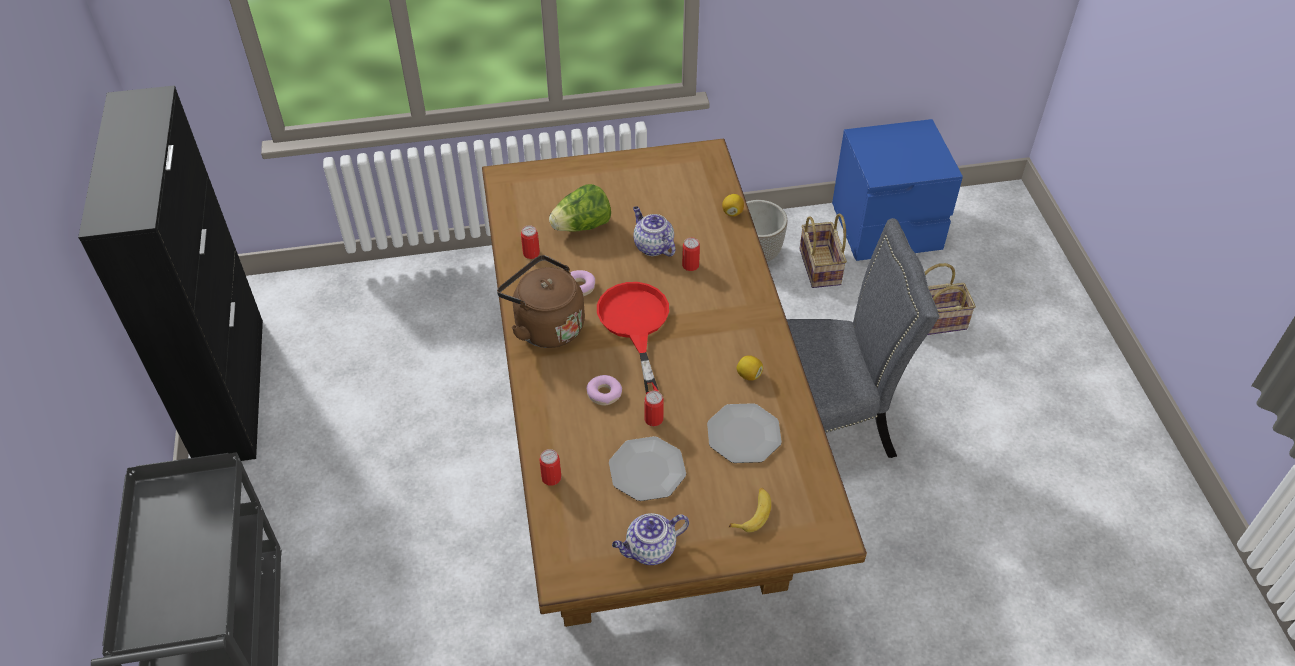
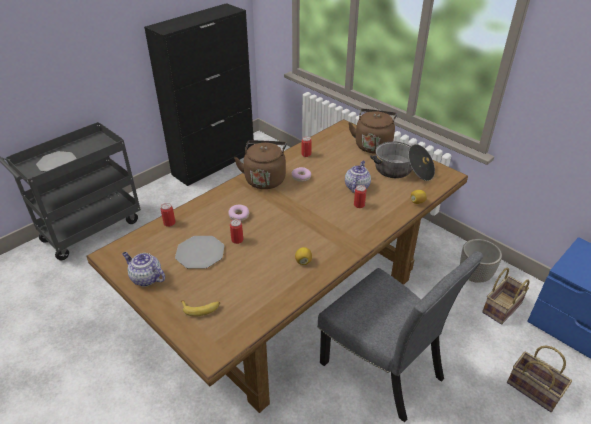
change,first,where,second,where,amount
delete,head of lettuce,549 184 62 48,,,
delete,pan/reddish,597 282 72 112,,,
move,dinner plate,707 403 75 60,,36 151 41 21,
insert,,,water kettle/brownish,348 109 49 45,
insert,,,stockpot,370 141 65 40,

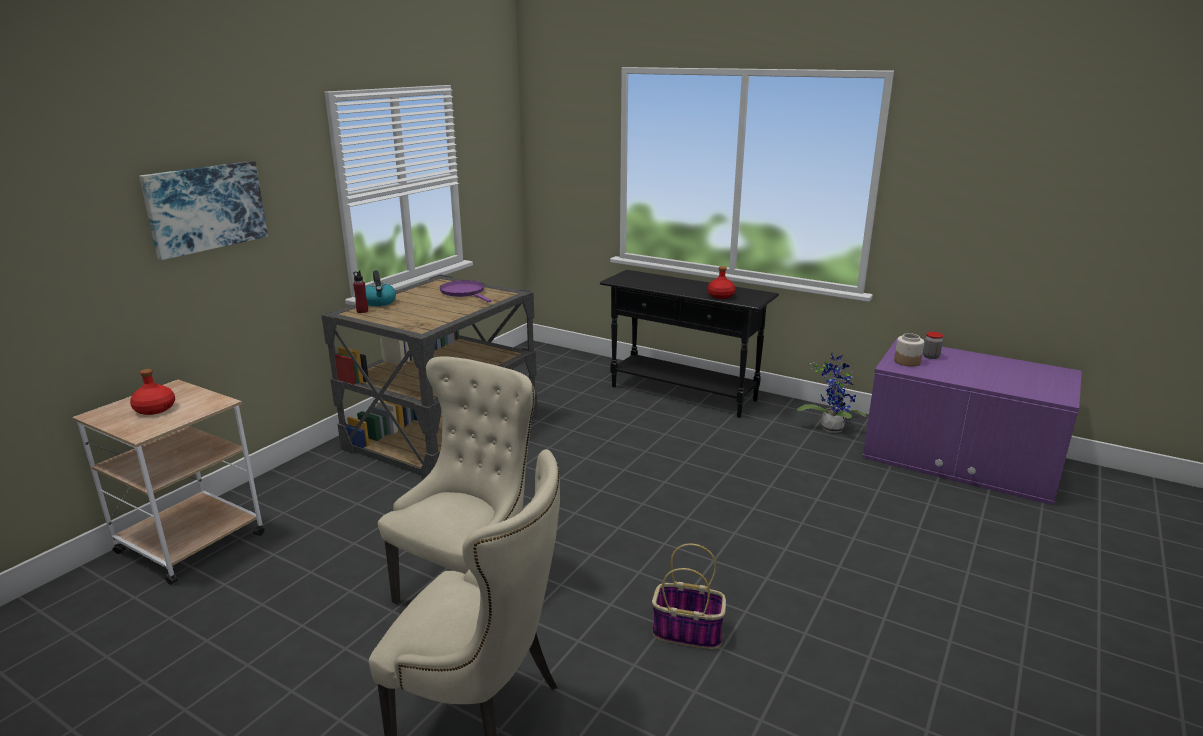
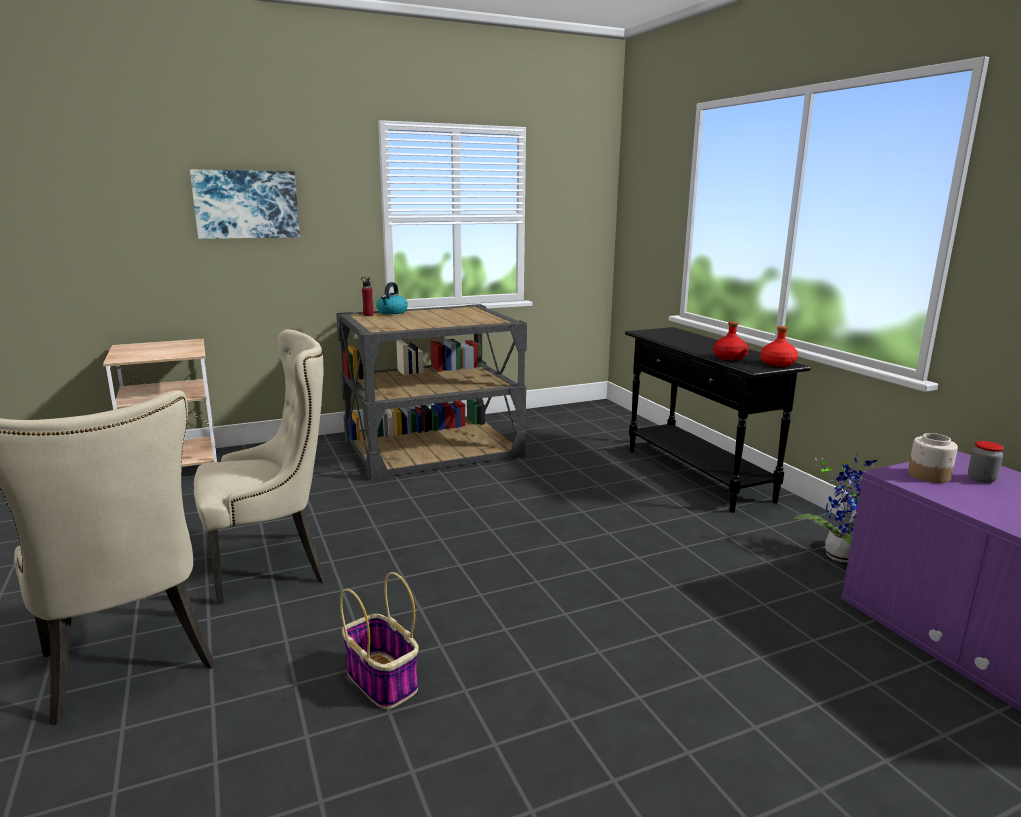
change,first,where,second,where,amount
move,beverage bottle/reddish,130 369 45 46,,761 326 37 41,
delete,pan/purple-coloured,439 280 52 22,,,

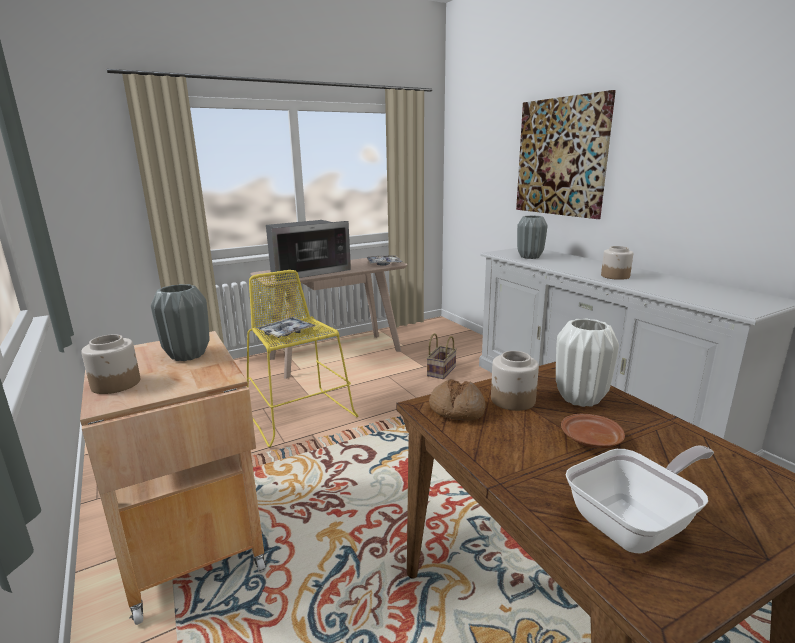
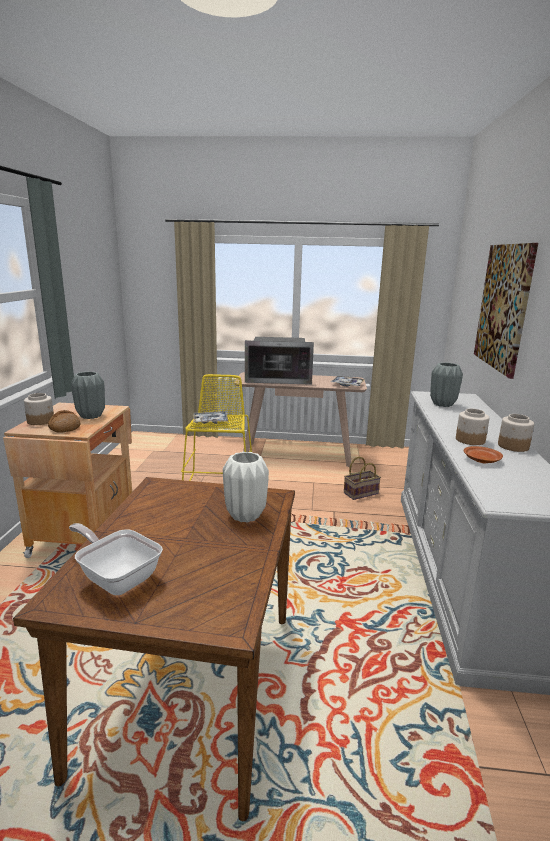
change,first,where,second,where,amount
move,baked bread,429 379 57 42,,48 410 32 23,
move,jar,491 351 48 60,,498 414 36 38,
move,dinner plate/brownish,561 414 64 34,,464 446 39 17,
rotate,pan,566 445 148 109,,69 523 94 72,150 degrees counterclockwise

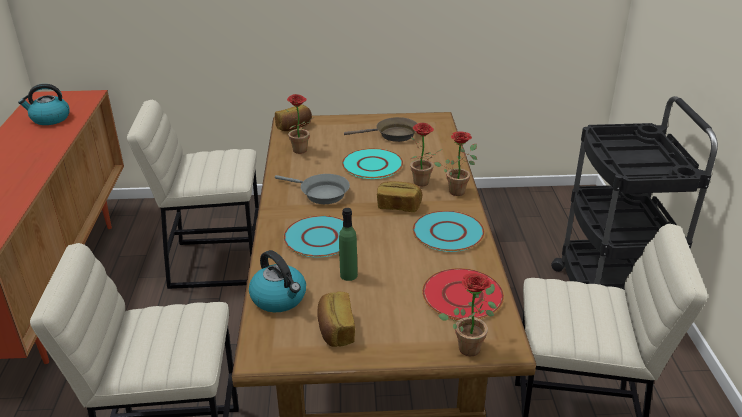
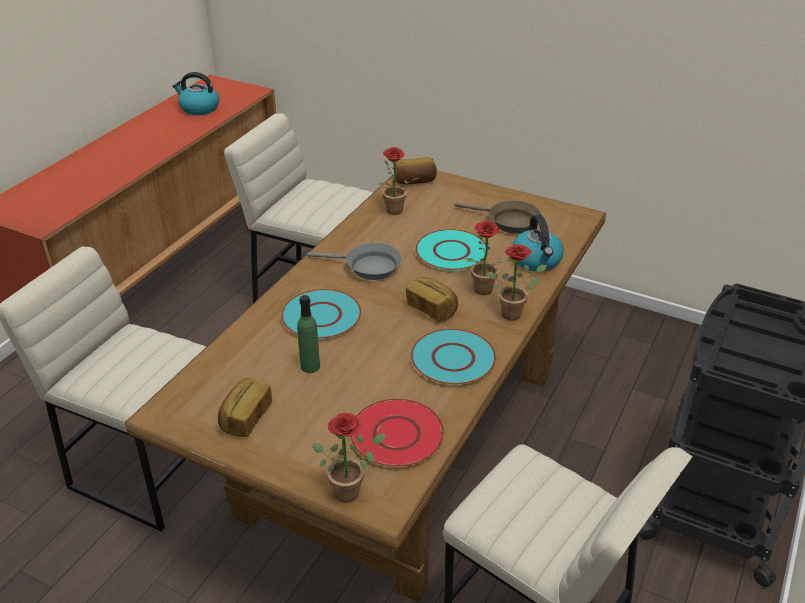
change,first,where,second,where,amount
move,water kettle,249 250 57 62,,512 215 52 57,
rotate,pan/grey,275 174 75 30,,307 243 95 37,45 degrees counterclockwise

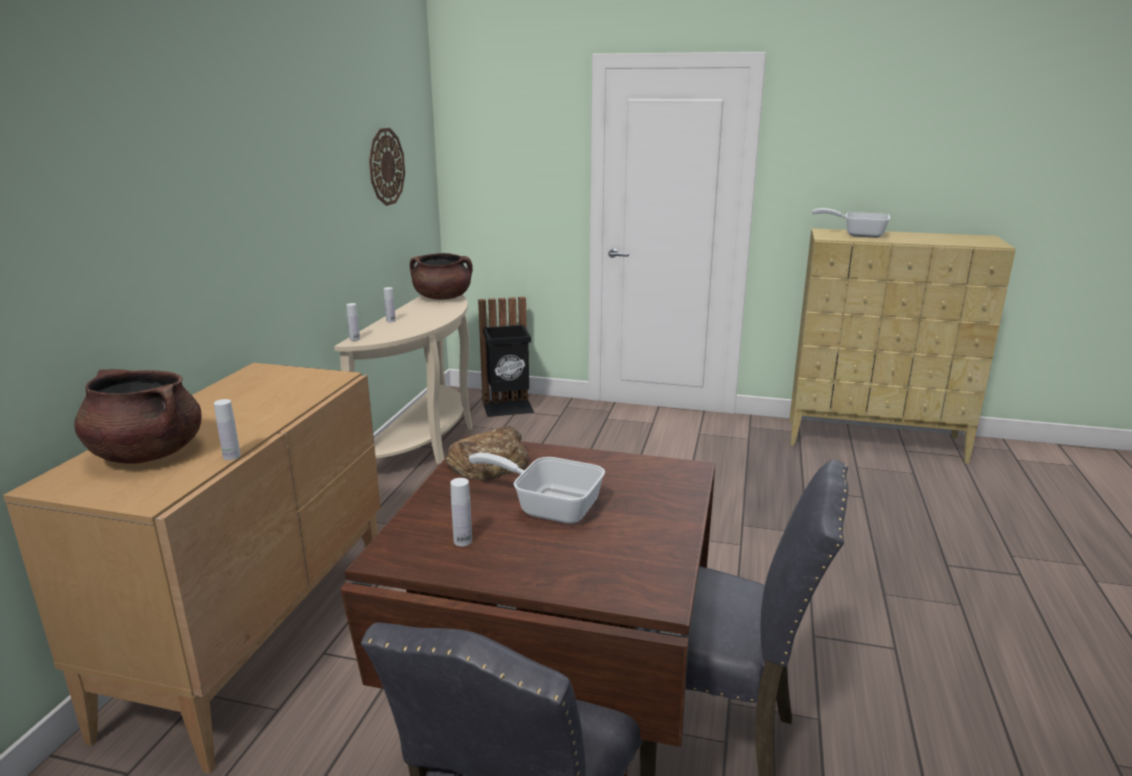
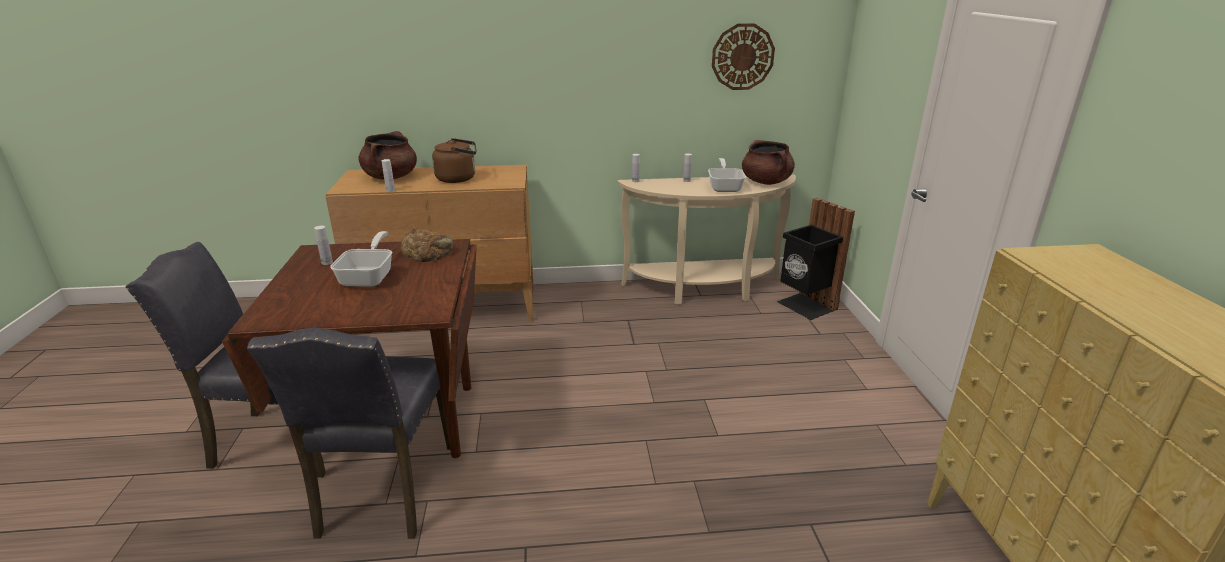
change,first,where,second,where,amount
move,pan,812 208 78 30,,708 158 38 34,
insert,,,water kettle/brownish,432 138 44 45,

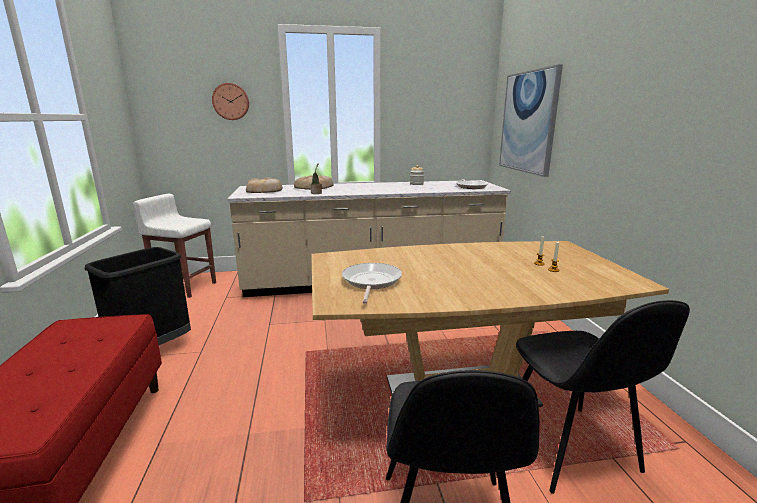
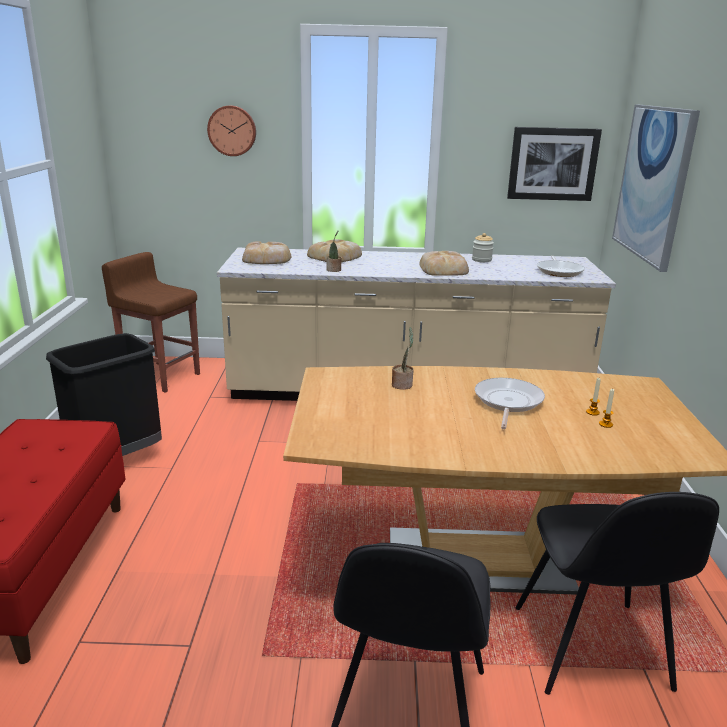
change,first,where,second,where,amount
recolor,stool/white,132 194 84 104,stool/brownish,102 252 98 141,
move,pan,342 263 60 41,,475 378 70 51,
insert,,,potted plant,392 327 22 63,
insert,,,baked bread,419 251 50 25,
insert,,,wall picture,507 127 95 74,

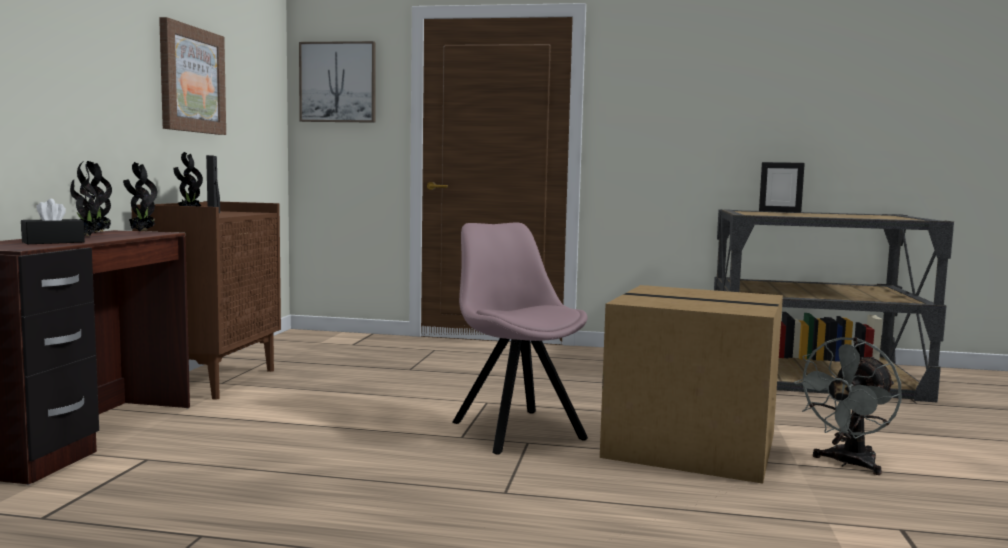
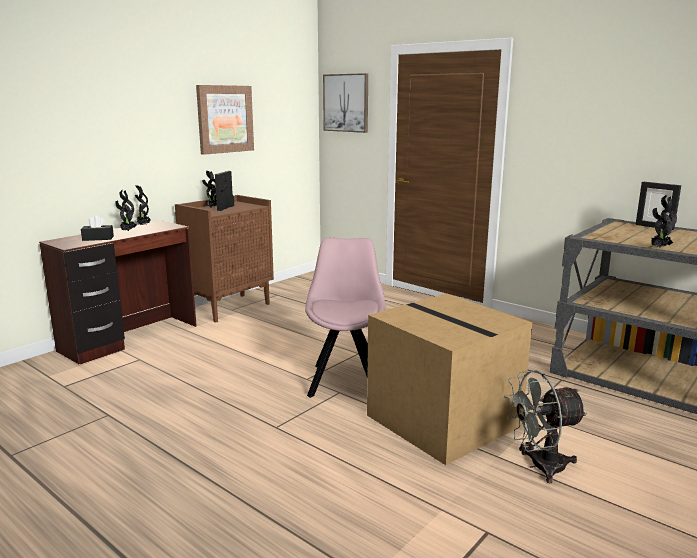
change,first,where,second,where,amount
move,potted plant,123 162 35 70,,652 195 25 53,

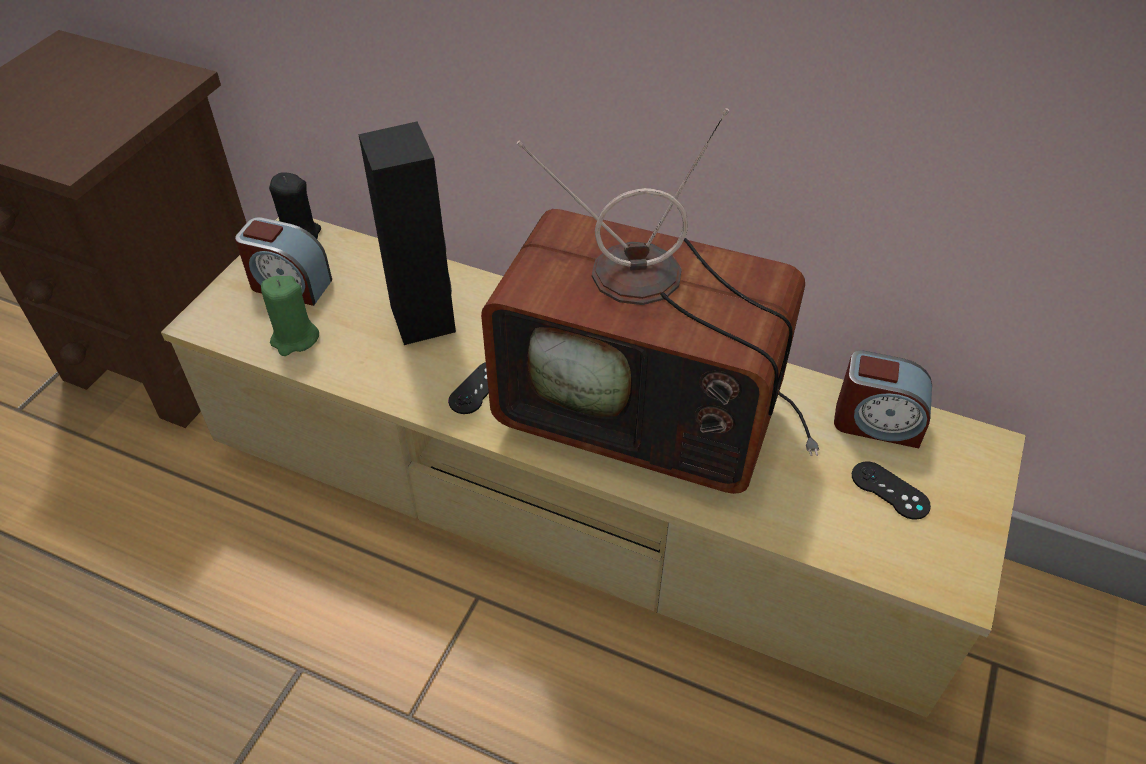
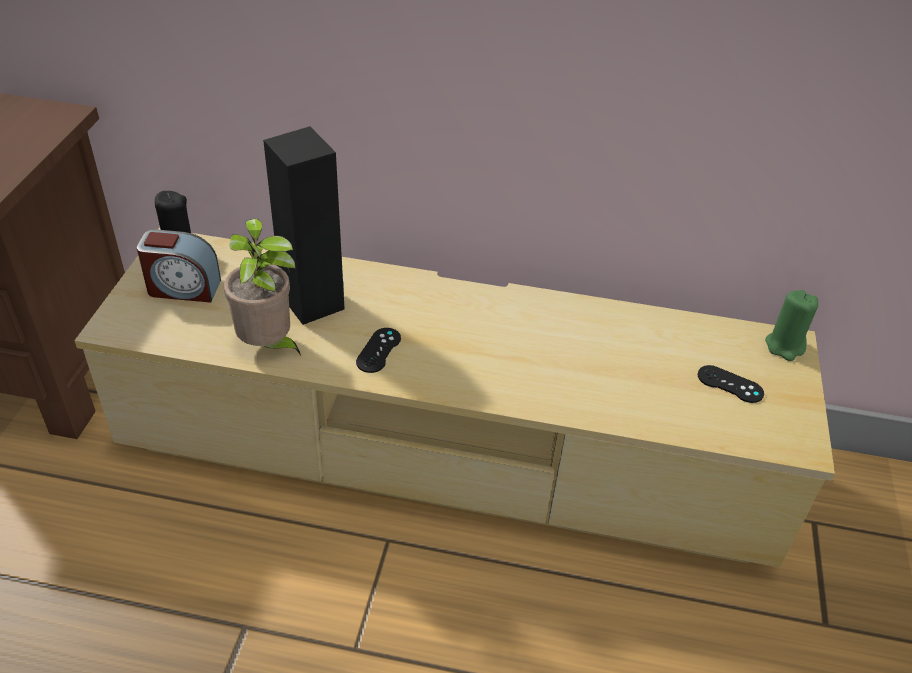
change,first,where,second,where,amount
move,wax light/green-coloured,261 276 58 80,,765 290 53 71,
delete,television,481 108 338 386,,,
delete,alarm clock,834 350 98 98,,,
insert,,,potted plant,224 219 77 136,

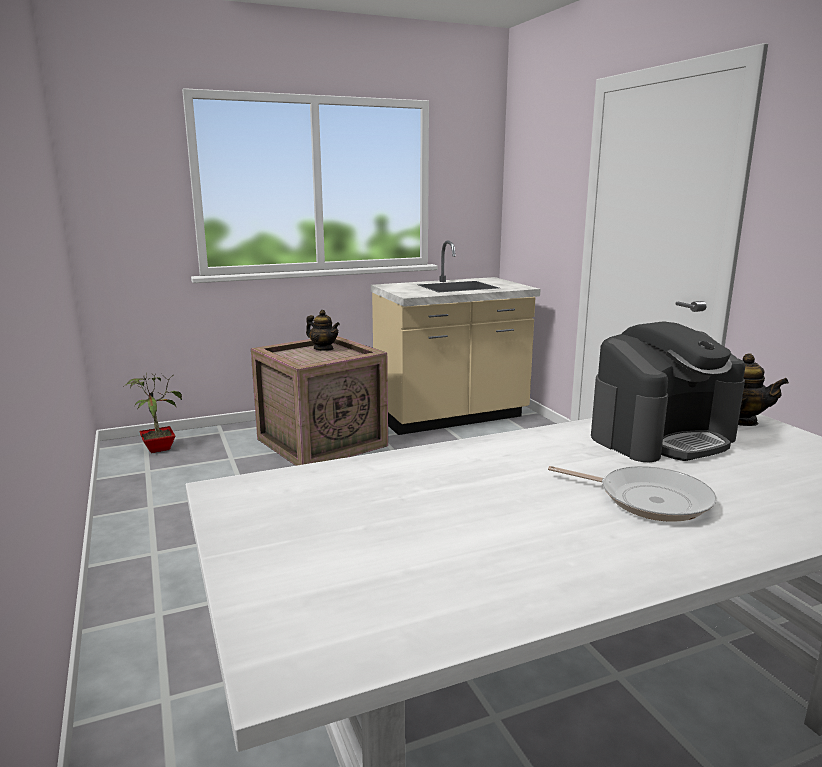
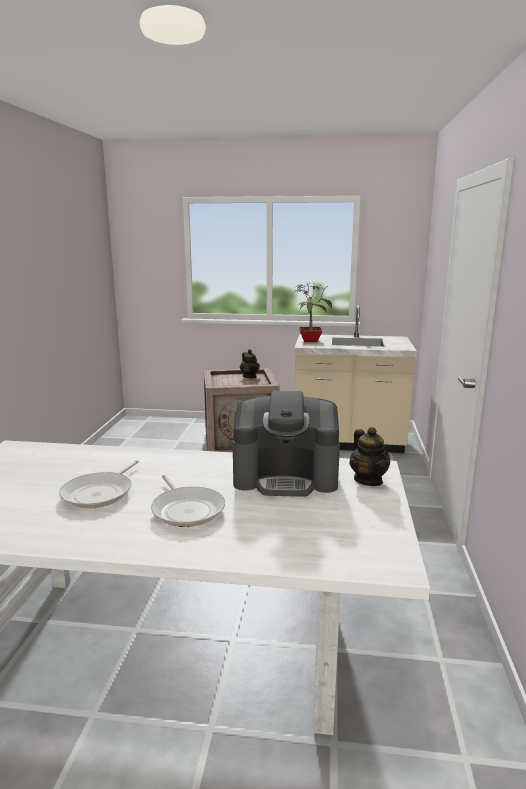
change,first,where,second,where,amount
move,potted plant,123 373 59 80,,293 281 39 61,
insert,,,pan,59 460 80 49,

